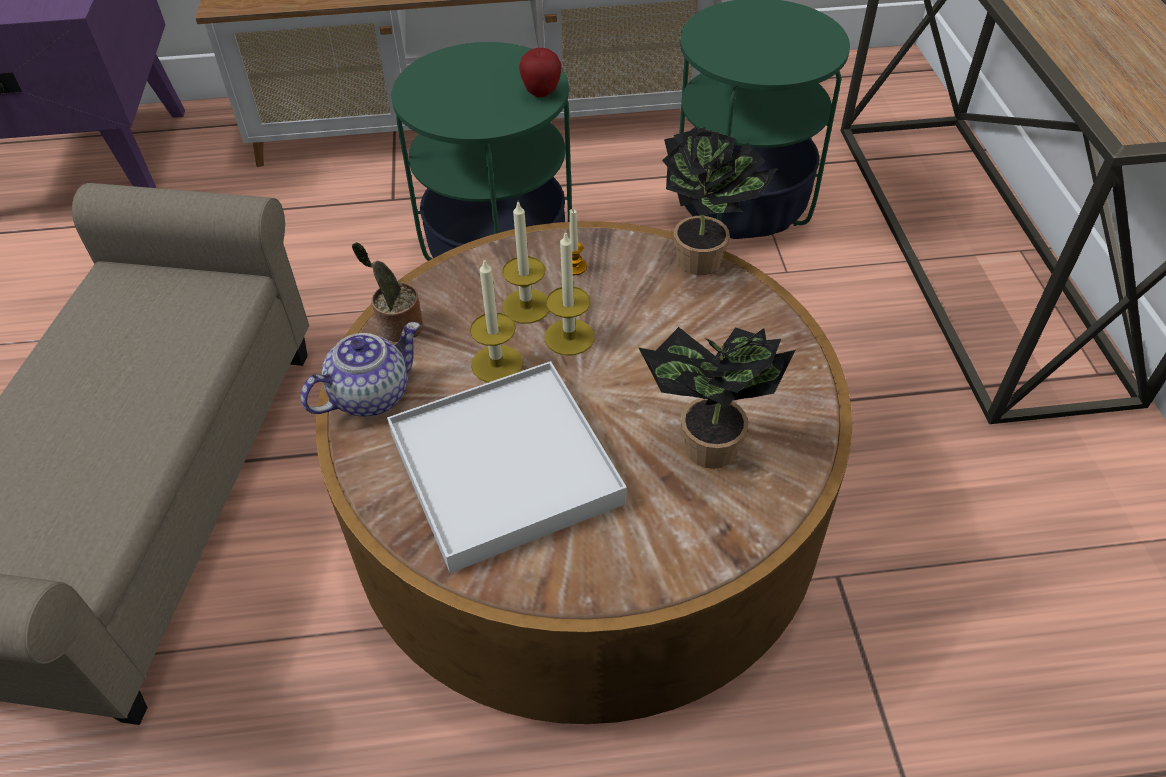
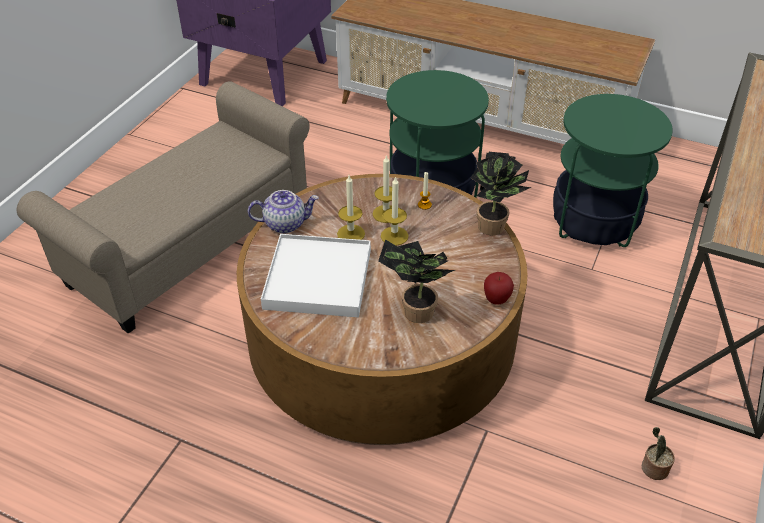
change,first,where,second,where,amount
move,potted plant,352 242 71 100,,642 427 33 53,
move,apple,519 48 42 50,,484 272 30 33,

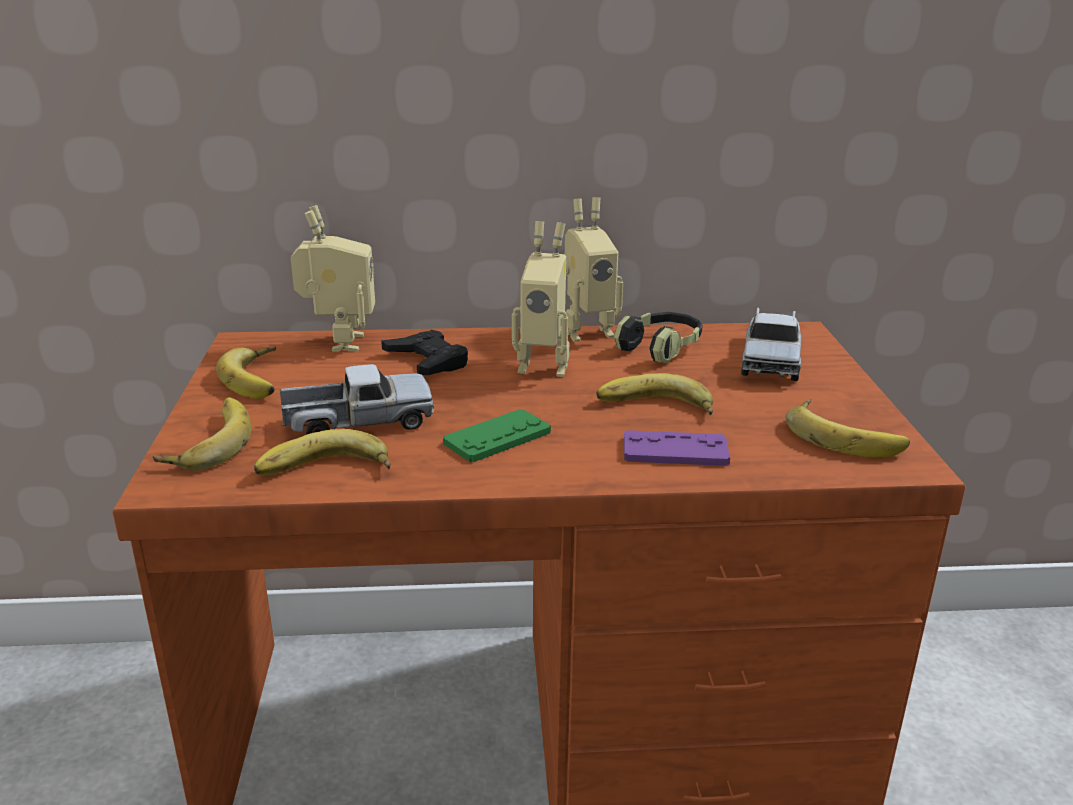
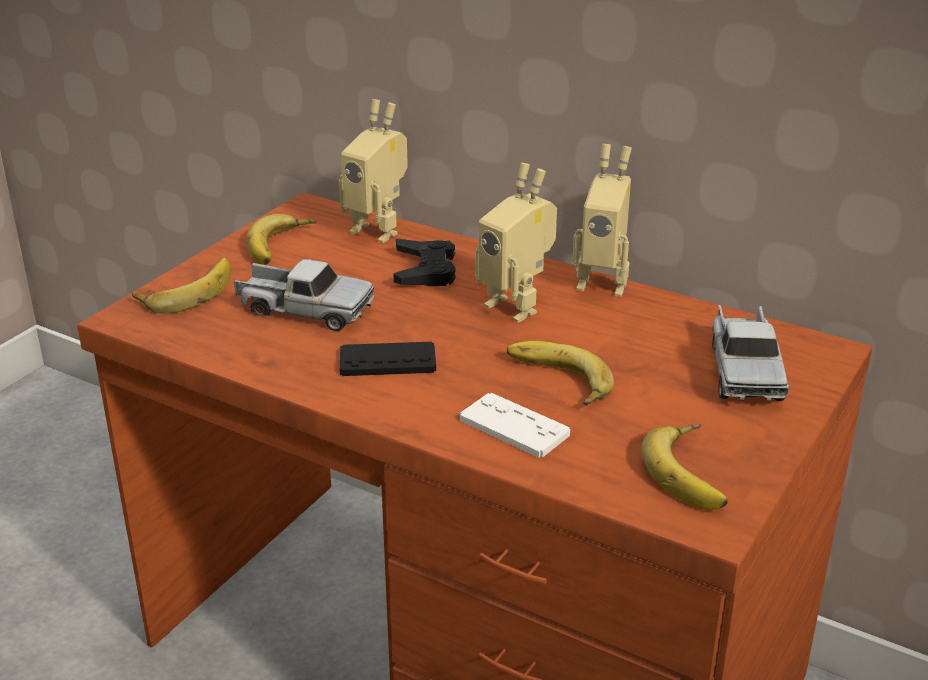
change,first,where,second,where,amount
delete,banana,254 429 137 46,,,
rotate,robot figure,291 205 84 147,,339 99 69 144,90 degrees clockwise
recolor,gamepad/green-coloured,443 409 108 53,gamepad/black-coloured,340 342 96 34,
delete,pair of headphones,614 312 89 51,,,
recolor,gamepad/purple-coloured,624 430 106 36,gamepad/white,460 393 110 65,
rotate,model truck,741 307 61 74,,712 304 77 98,45 degrees counterclockwise

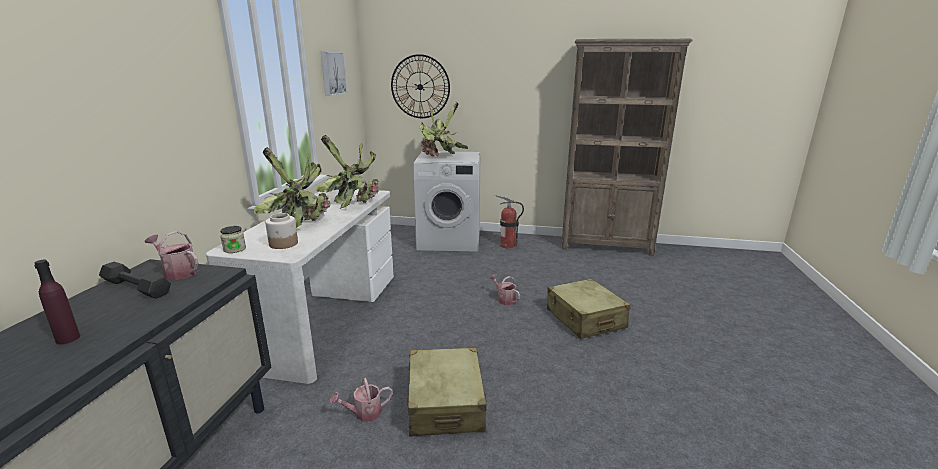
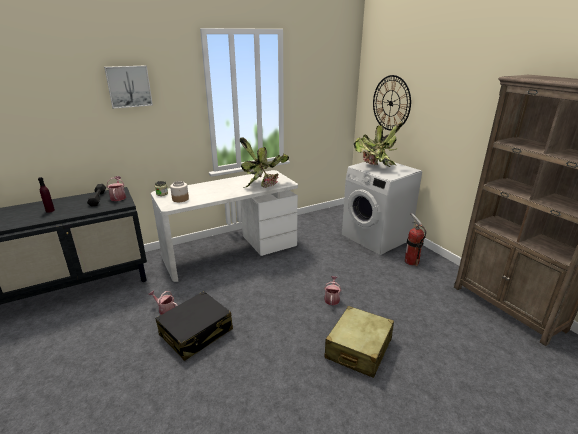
change,first,where,second,where,amount
delete,potted plant,254 147 77 81,,,
move,wall picture,321 52 27 44,,104 65 49 44,
recolor,piece of luggage/sand-coloured,407 347 80 89,piece of luggage/black-coloured,156 291 77 70,

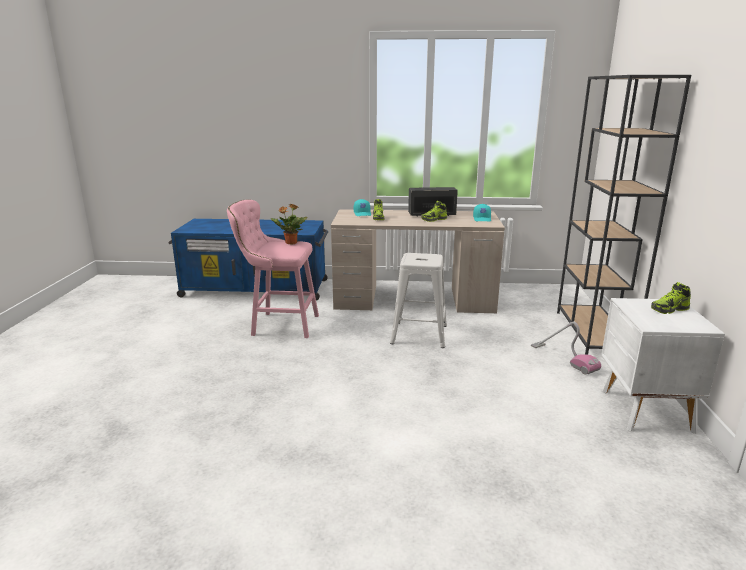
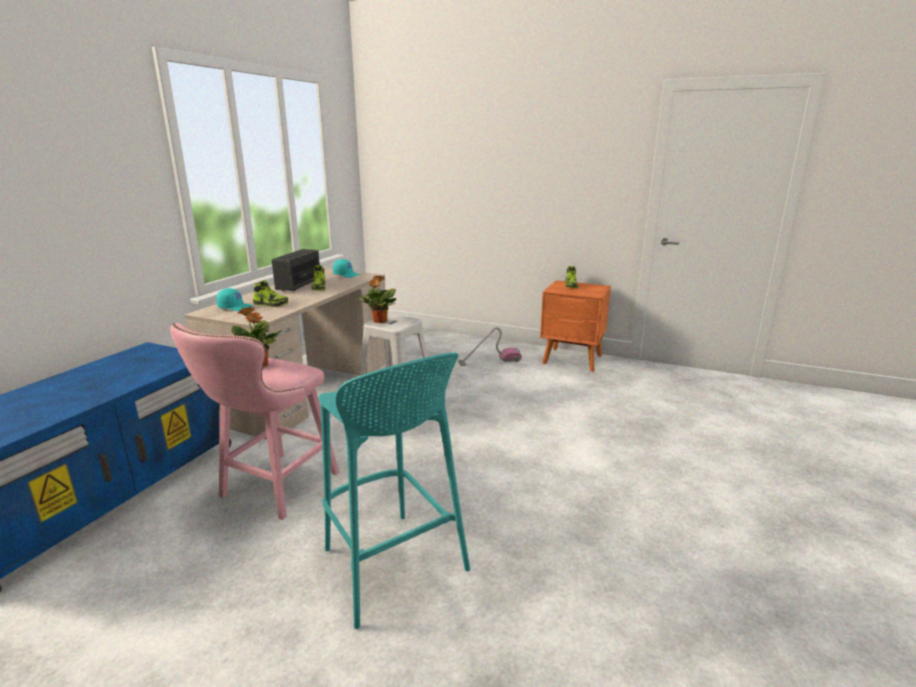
change,first,where,second,where,amount
delete,bookcase,557 75 134 280,,,
recolor,nightstand/white,601 298 124 136,nightstand/orange,540 280 71 92,
insert,,,stool/blue-green,318 352 152 277,
insert,,,potted plant,358 275 38 48,

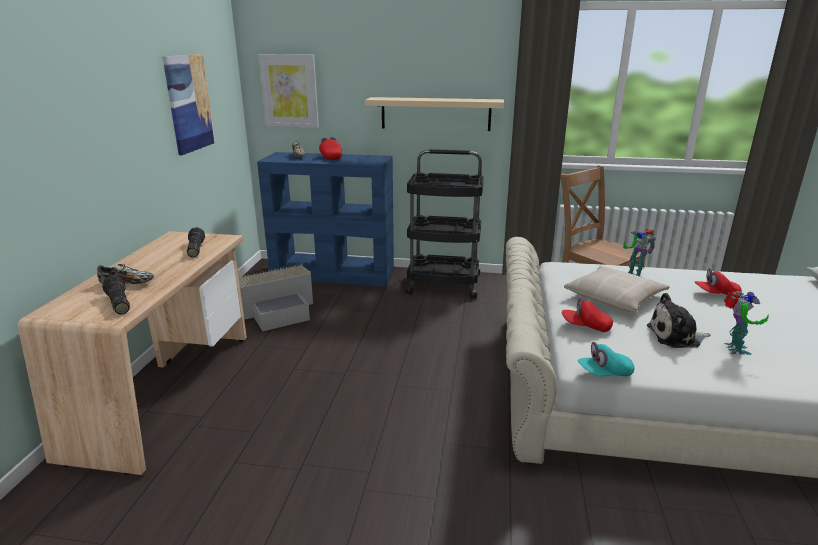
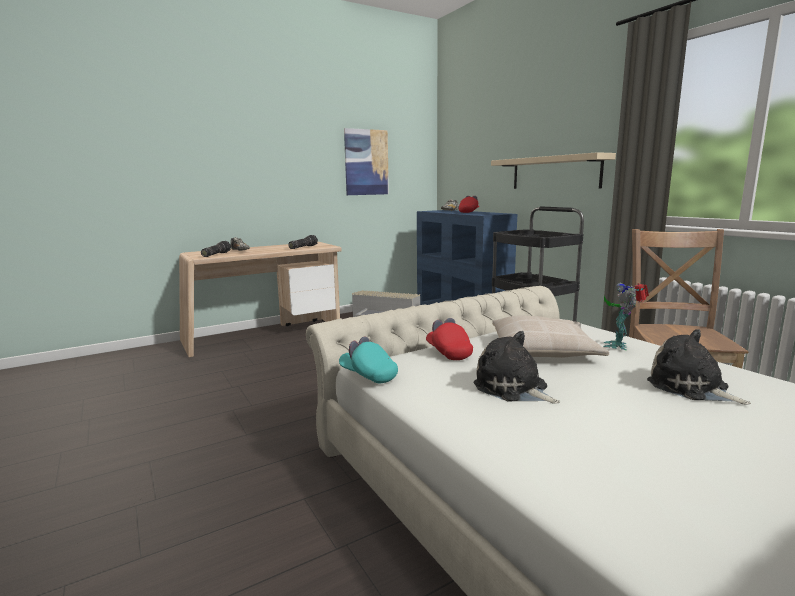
change,first,where,second,where,amount
delete,wall picture,258 54 61 74,,,
replace,cap/reddish,695 268 47 28,cuddly toy,647 329 104 76,
delete,robot figure,724 291 45 64,,,

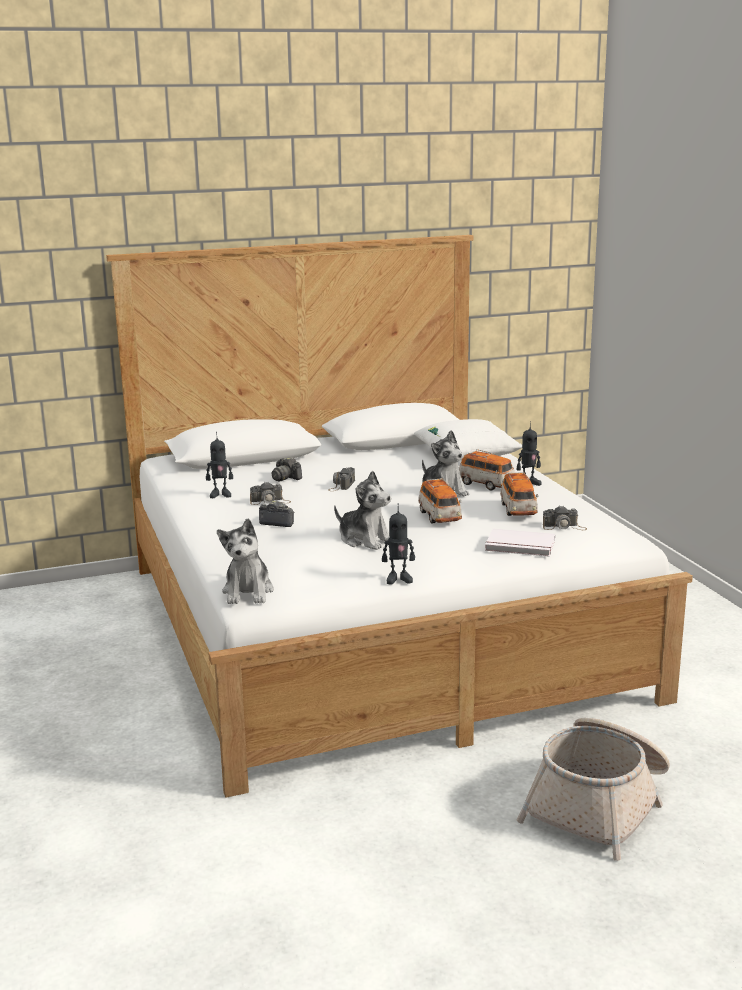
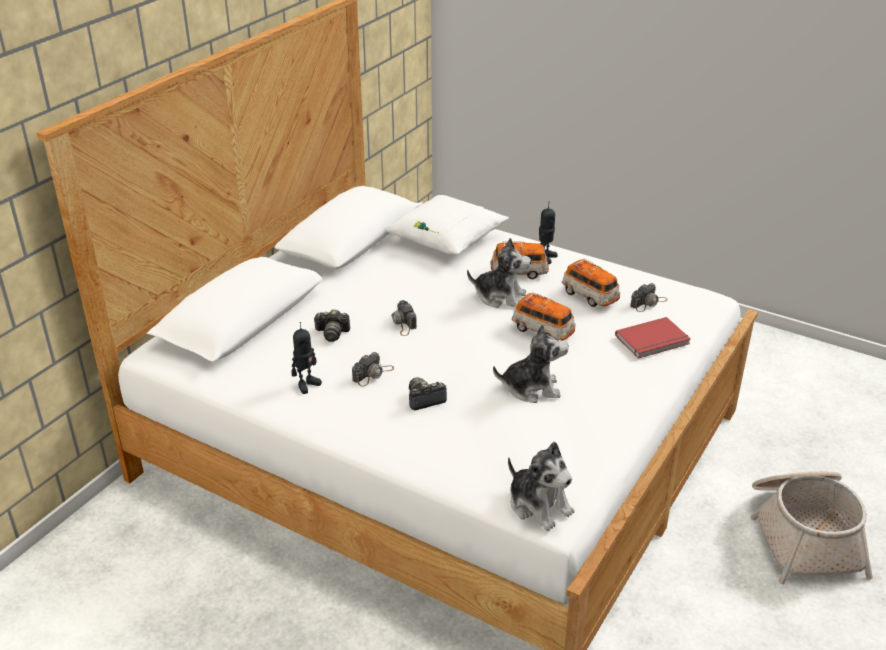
change,first,where,second,where,amount
delete,robot figure,382 504 33 81,,,
recolor,bound book/white,485 529 70 28,bound book/reddish,615 317 76 42,

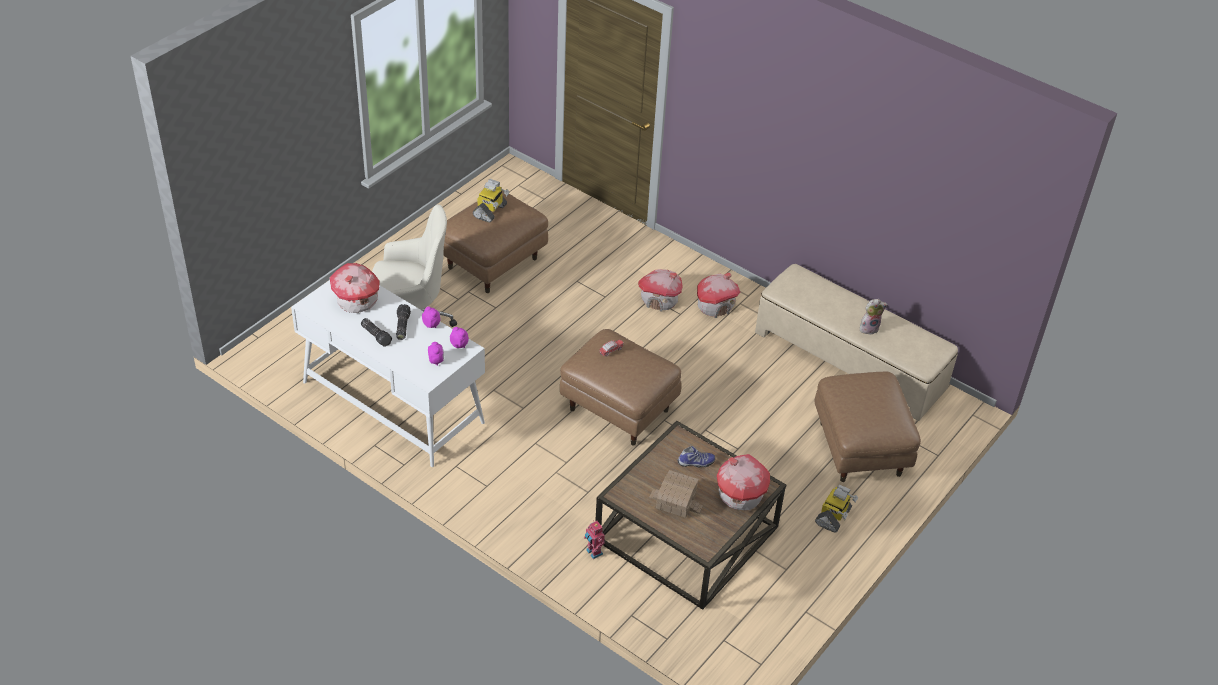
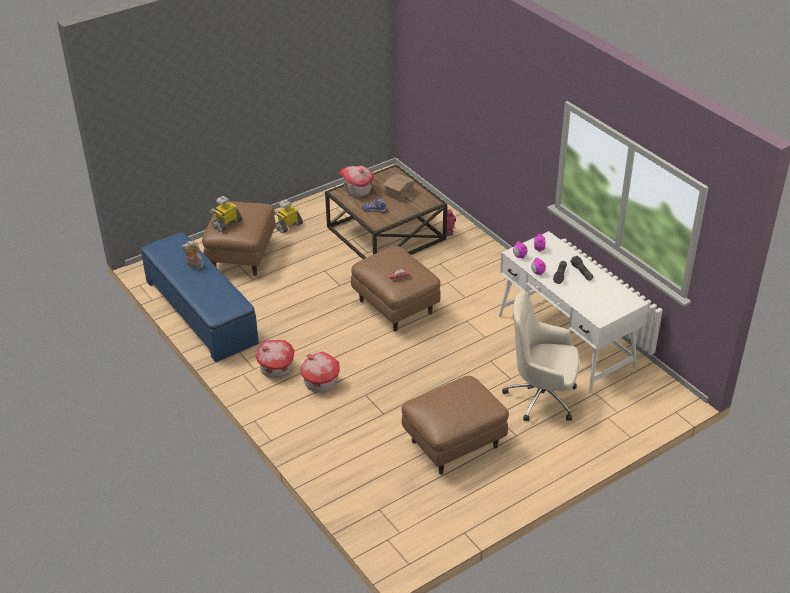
change,first,where,second,where,amount
delete,miniature house,329 263 51 50,,,
move,robot figure,473 179 36 44,,210 196 32 36,
recolor,indoor bench/sand-coloured,755 264 203 157,indoor bench/blue-coloured,141 232 118 130,

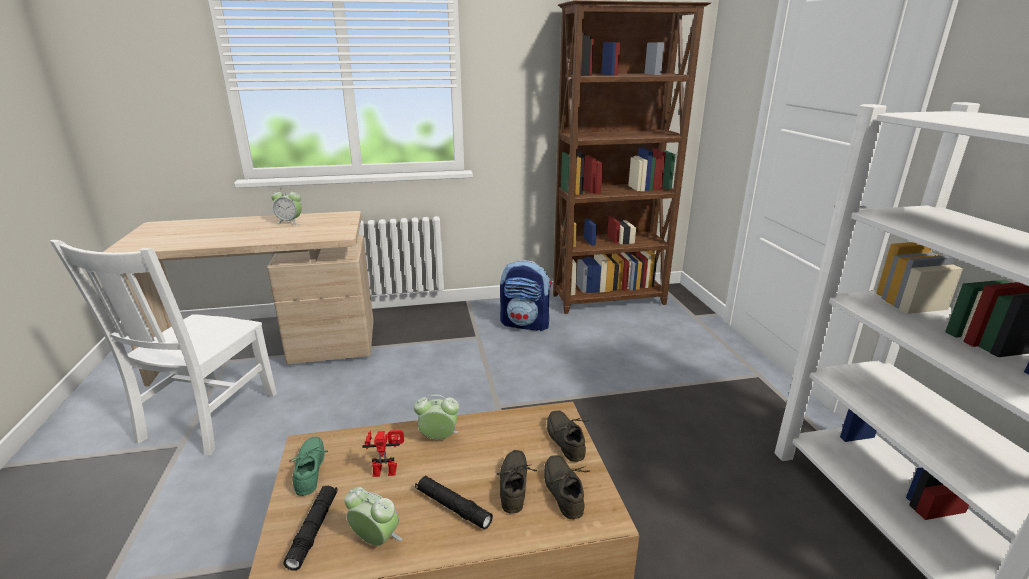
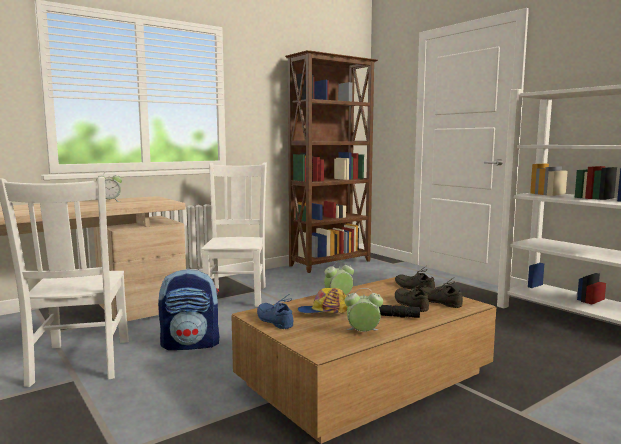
change,first,where,second,where,amount
delete,torch/black-coloured,283 486 54 85,,,
recolor,low shoe/green-coloured,289 437 39 59,low shoe/blue-coloured,257 295 37 34,
replace,robot figure,362 430 42 47,cap,298 288 50 25,
move,knapsack,500 260 52 71,,158 269 61 81,
insert,,,chair/white,201 163 66 144,

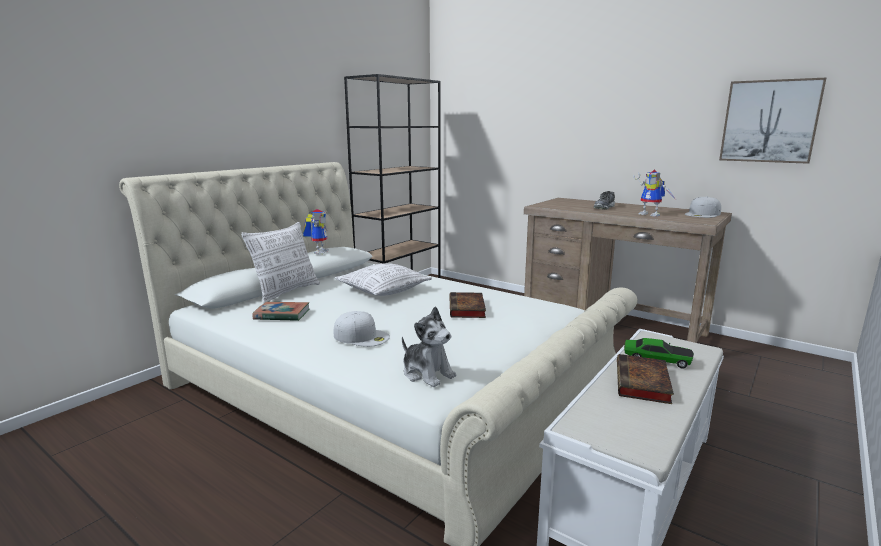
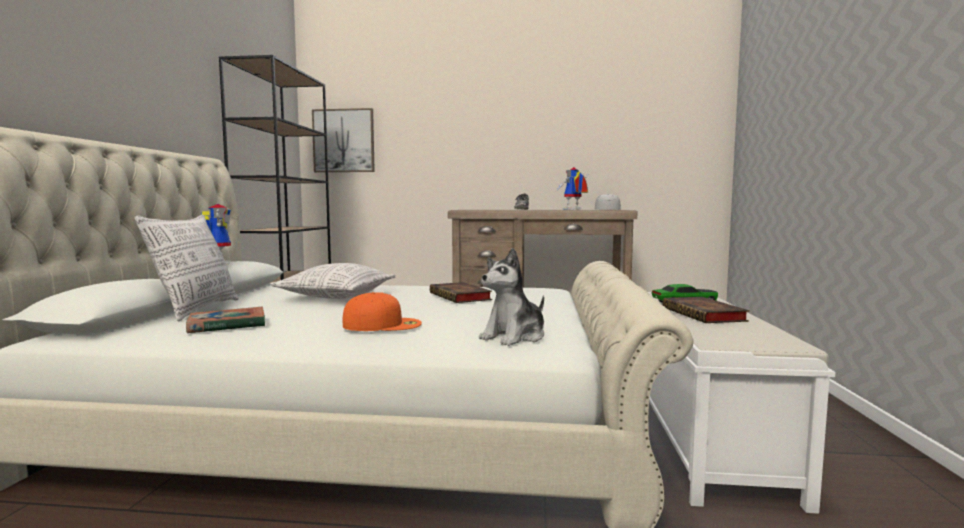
change,first,where,second,where,amount
recolor,cap/white,334 311 56 36,cap/orange,343 292 79 39,
rotate,cuddly toy,402 307 54 80,,479 248 65 98,120 degrees clockwise
rotate,robot figure,633 170 42 47,,556 167 32 43,135 degrees clockwise
move,wall picture,719 78 107 86,,312 108 63 64,

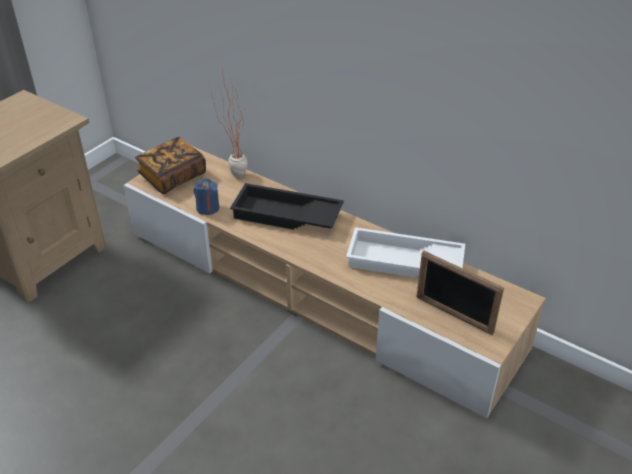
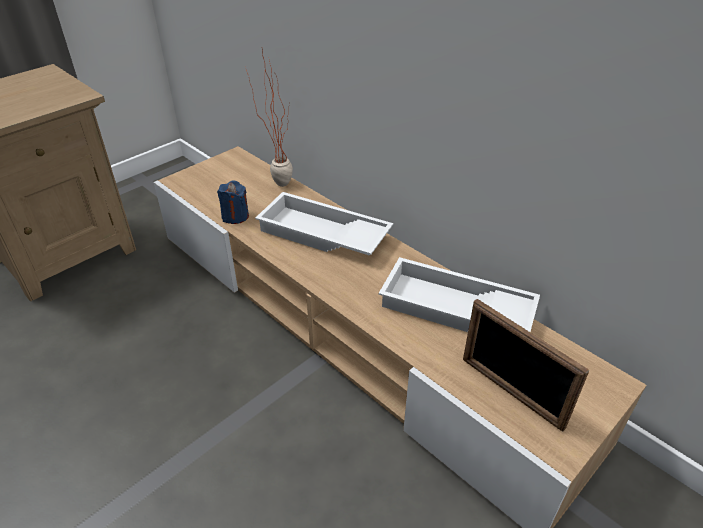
change,first,where,second,where,amount
delete,bound book,135 137 71 57,,,
recolor,carrying tray/black-coloured,230 183 114 47,carrying tray/white,255 192 138 64,

